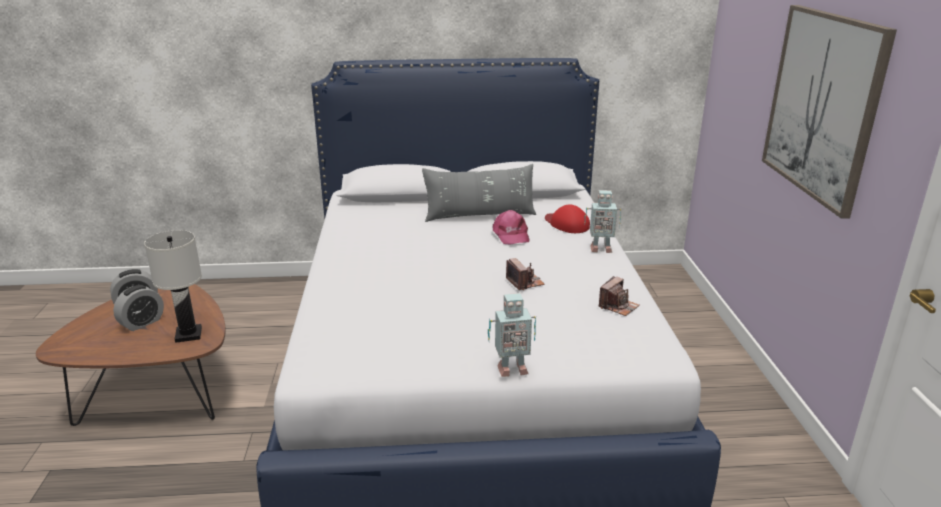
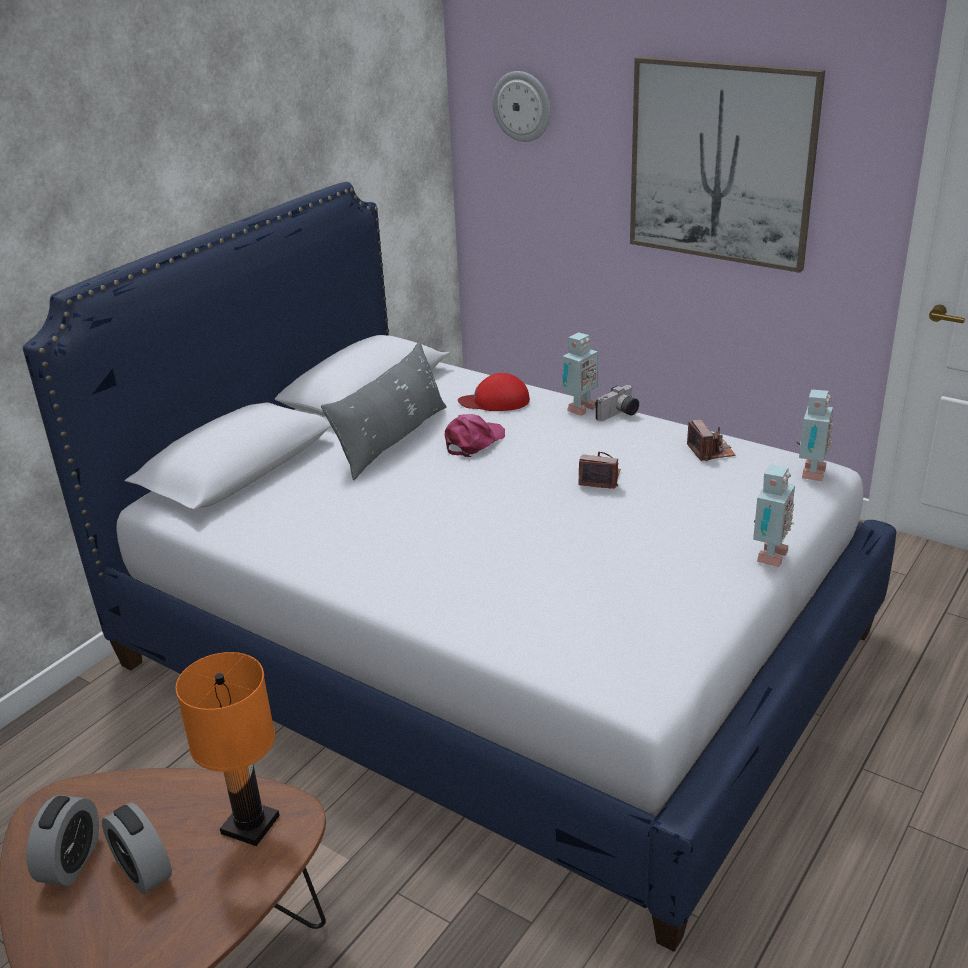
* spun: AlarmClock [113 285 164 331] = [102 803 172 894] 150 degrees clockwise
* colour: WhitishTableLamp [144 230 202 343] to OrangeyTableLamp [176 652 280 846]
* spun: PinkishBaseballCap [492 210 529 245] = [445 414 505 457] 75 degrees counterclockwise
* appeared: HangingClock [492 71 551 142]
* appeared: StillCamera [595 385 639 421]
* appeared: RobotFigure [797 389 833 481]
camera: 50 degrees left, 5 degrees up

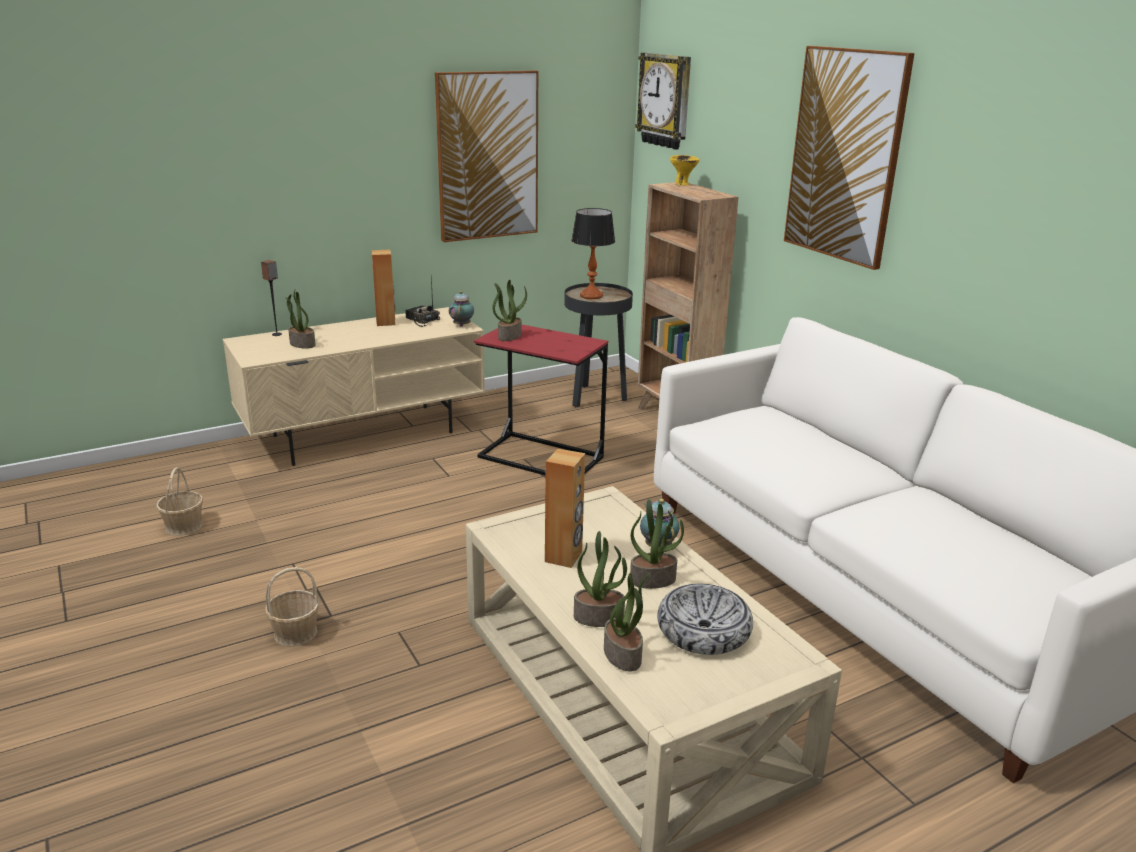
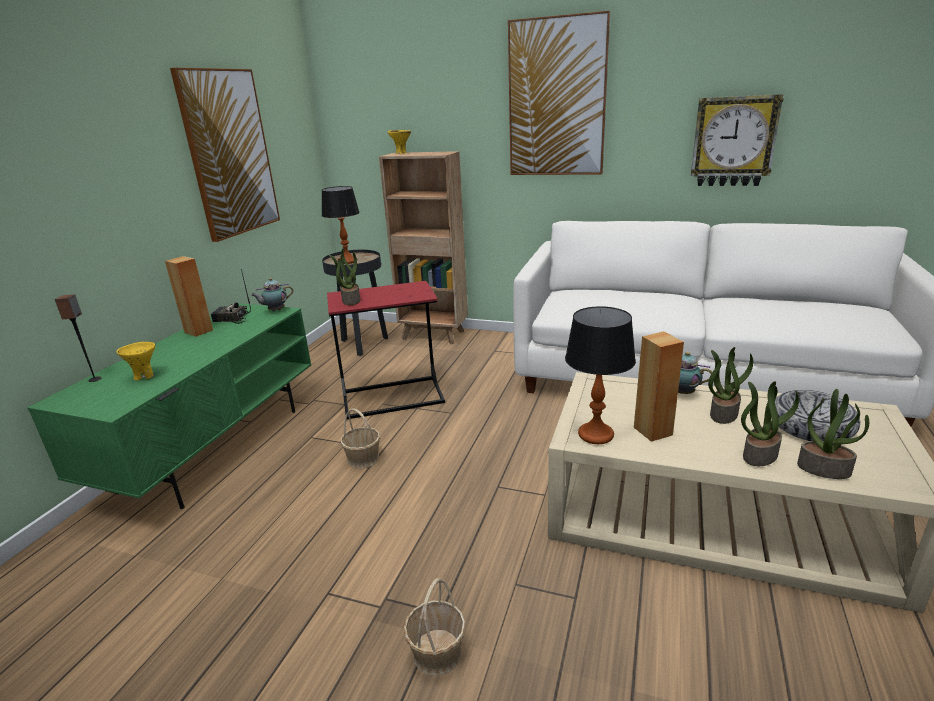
* colour: SandColouredTvUnit [223 307 485 466] to GreenColouredTvUnit [27 303 311 509]
* exchanged: PottedPlant [285 290 316 349] to YellowServingBowl [116 342 156 381]
* spun: PotForTea [449 291 474 327] = [251 278 293 311] 75 degrees counterclockwise
* relocated: HouseholdBasket [156 467 203 536] to [341 408 380 469]
* appeared: TableLamp [565 306 636 444]
* relocated: HangingClock [635 52 691 150] to [691 94 783 186]
camera: 40 degrees left, 0 degrees up

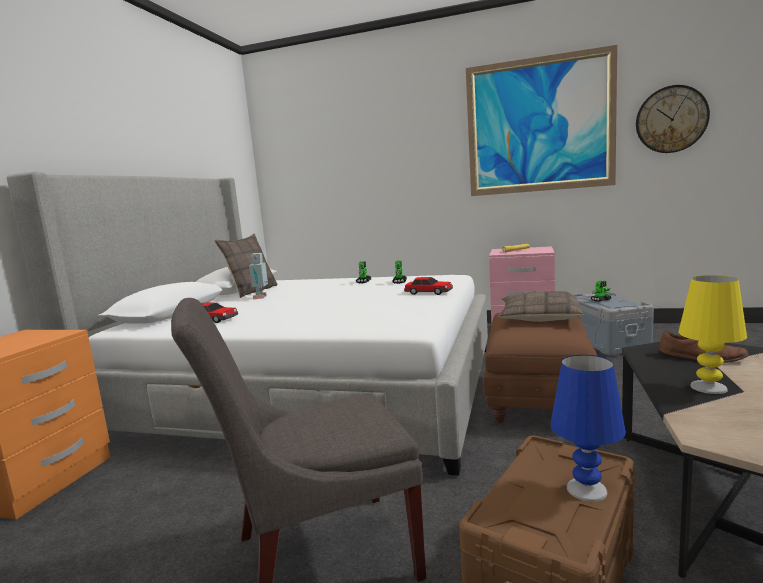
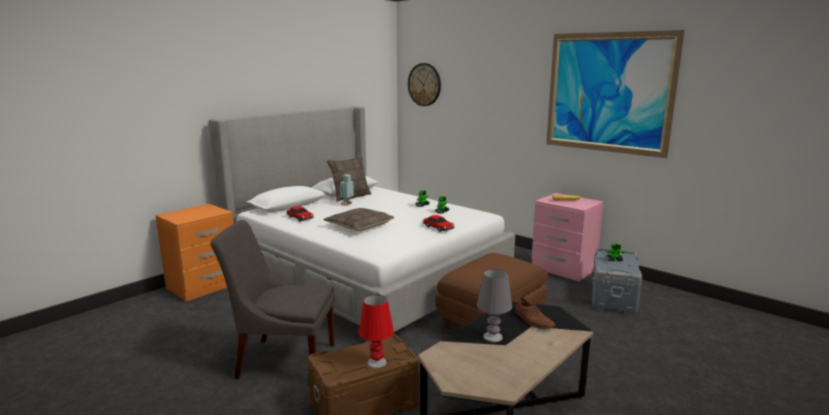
* relocated: ThrowPillow [498 291 584 322] to [323 208 394 231]
* colour: BlueTableLamp [551 355 626 502] to RedTableLamp [359 295 394 368]
* relocated: HangingClock [636 85 710 153] to [408 63 441 106]
* colour: YellowTableLamp [678 275 747 394] to GrayTableLamp [477 269 512 342]
camera: 25 degrees right, 5 degrees up

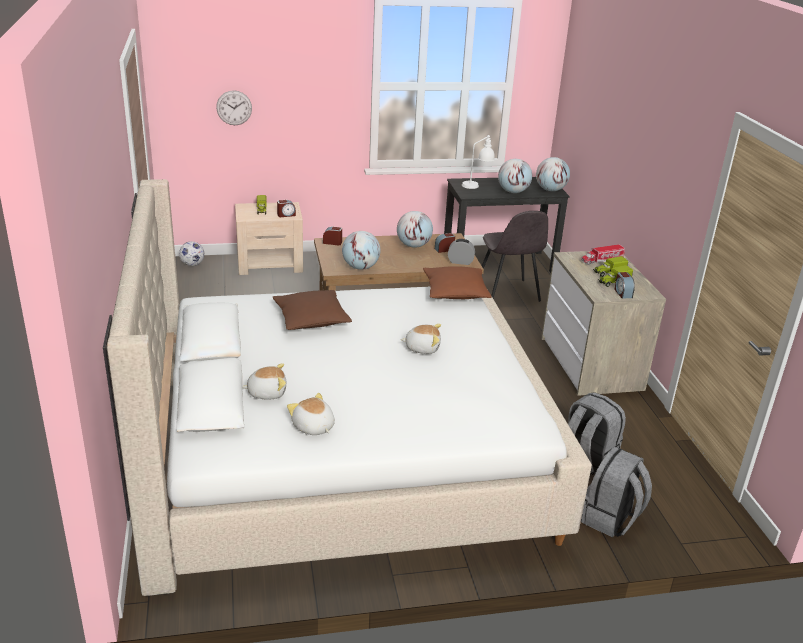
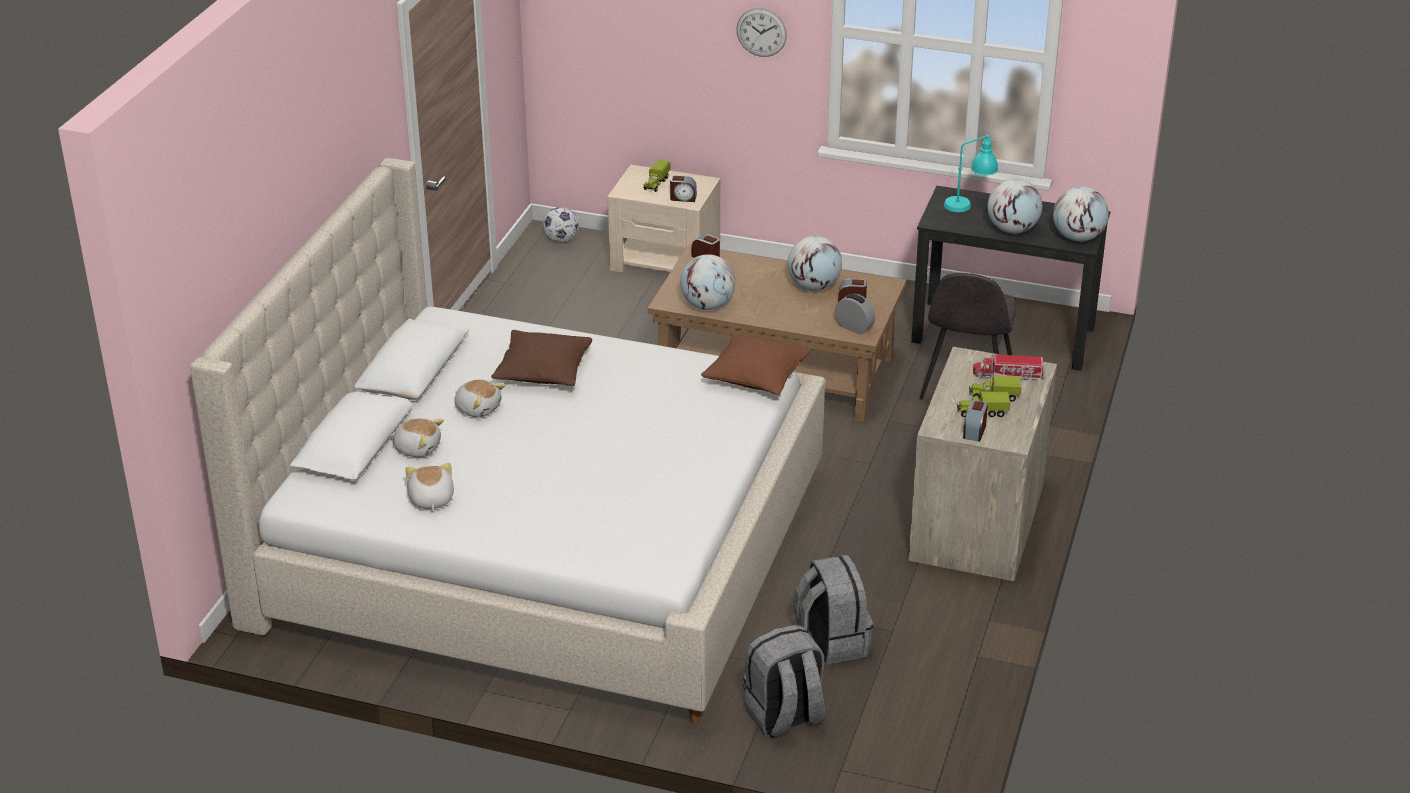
* relocated: CuddlyToy [400 324 441 354] to [454 380 506 418]
* relocated: HangingClock [216 90 252 125] to [736 8 787 57]
* colour: WhitishTableLamp [462 135 495 189] to TurquoiseColouredTableLamp [944 133 998 212]
camera: 30 degrees right, 5 degrees up

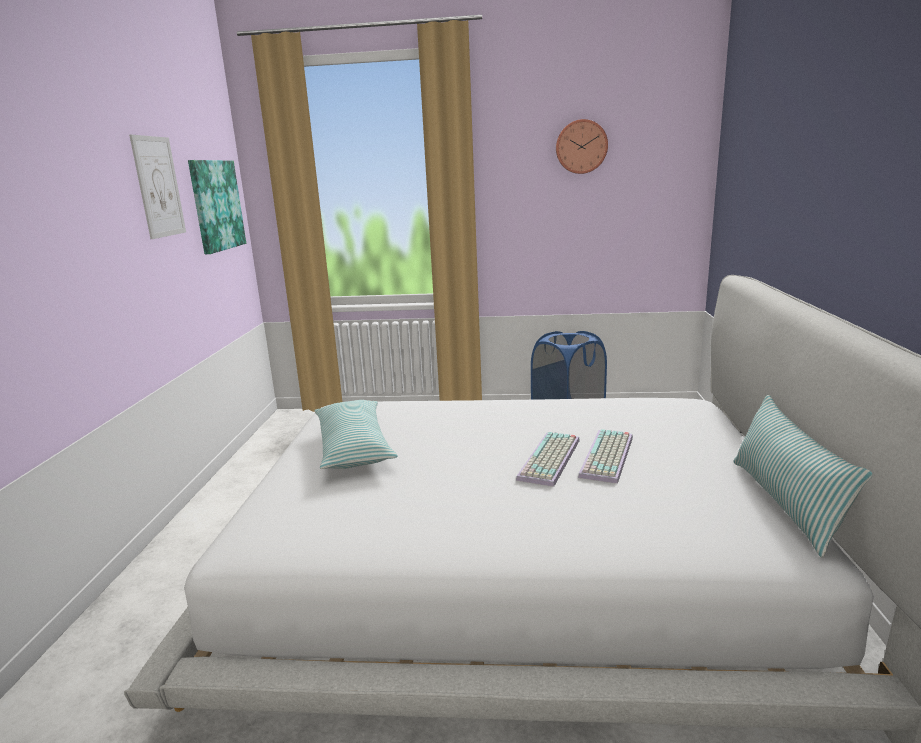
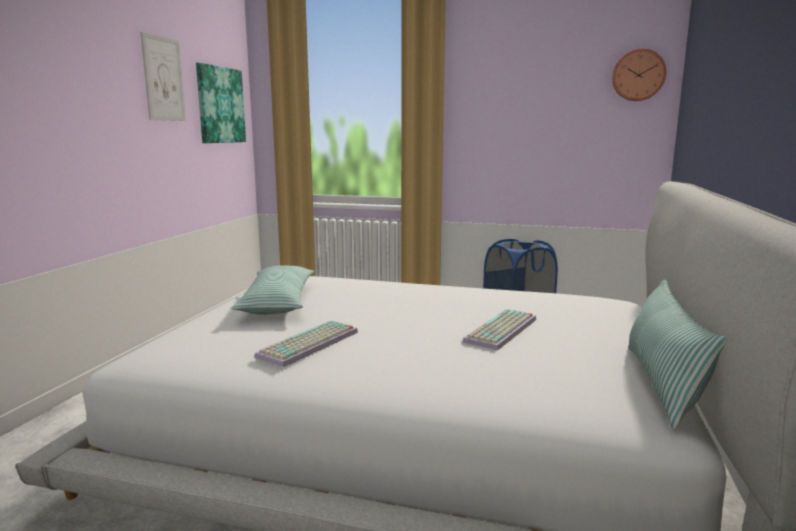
* relocated: ComputerKeyboard [516 432 580 487] to [254 321 358 367]
* relocated: HangingClock [556 119 608 174] to [612 49 666 101]
camera: 10 degrees right, 5 degrees down

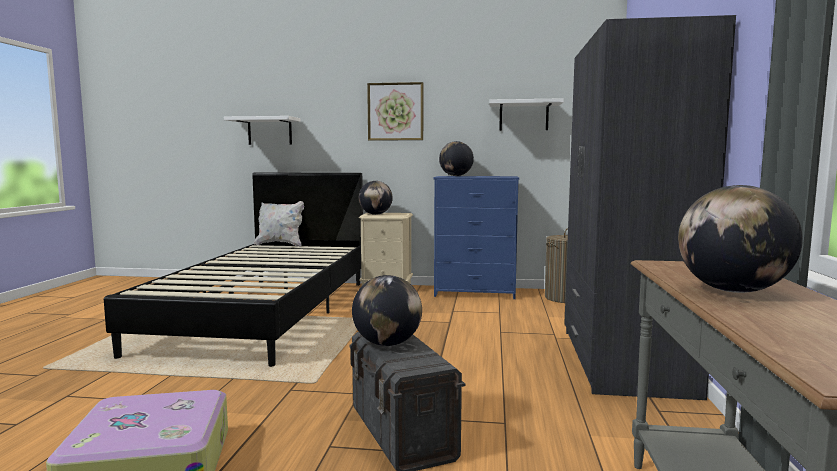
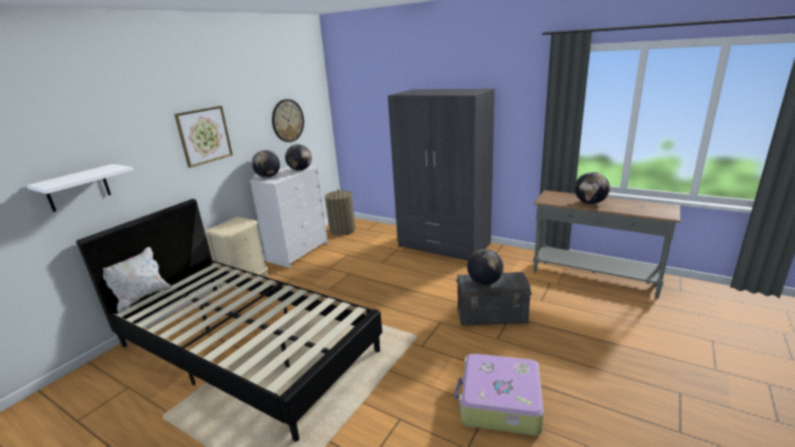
* colour: BlueDrawerChest [434 176 519 299] to WhitishDrawerChest [249 166 328 268]
* exchanged: WhitishShelf [489 98 564 131] to HangingClock [272 99 304 142]
* relocated: DeskGlobe [359 181 393 215] to [285 144 312 171]
camera: 65 degrees left, 15 degrees up

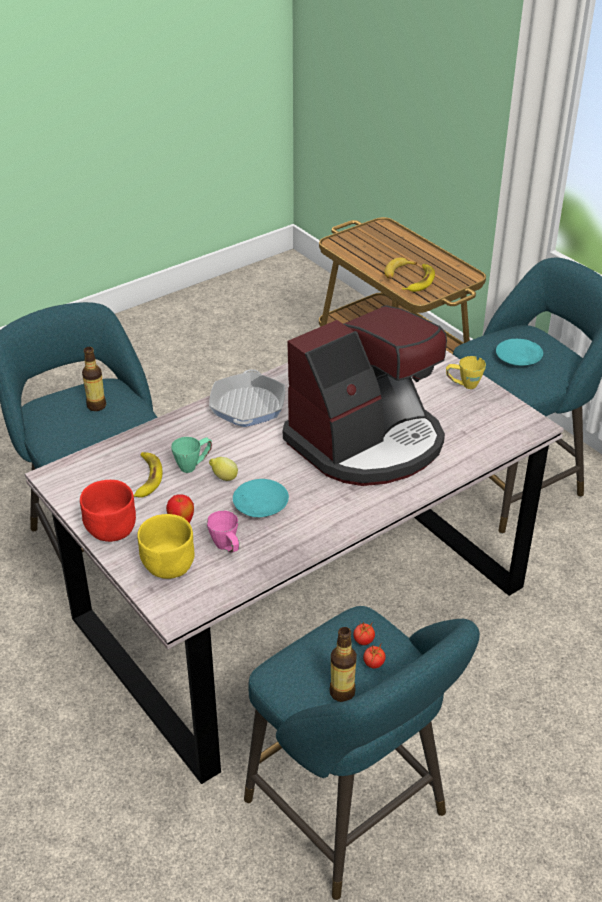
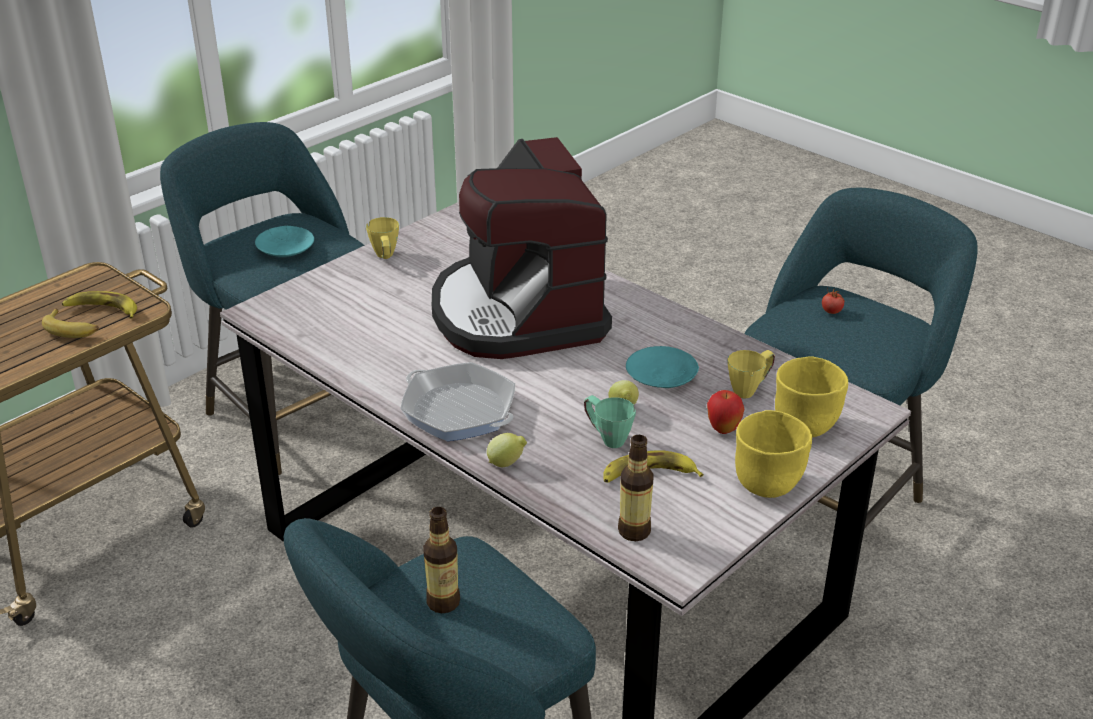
* spun: FryingPan [209 369 285 427] = [400 362 515 441] 135 degrees counterclockwise
* spun: CoffeeBrewer [283 305 447 486] = [432 137 612 359] 150 degrees counterclockwise
* appeared: Lemon [487 433 527 467]
* relocated: Bottle [330 627 357 702] to [618 435 653 541]
* colour: PinkishCoffeeMug [207 511 239 553] to YellowCoffeeMug [728 350 775 398]
* colour: RedServingBowl [80 480 136 542] to YellowServingBowl [735 410 812 498]
* missing: Tomato [353 622 375 645]
camera: 100 degrees left, 5 degrees down

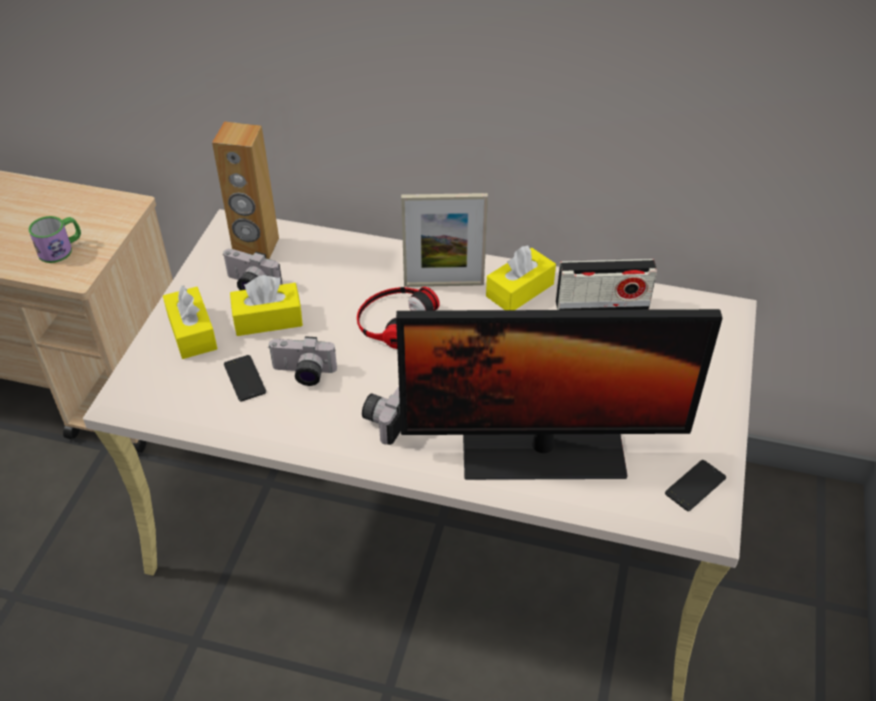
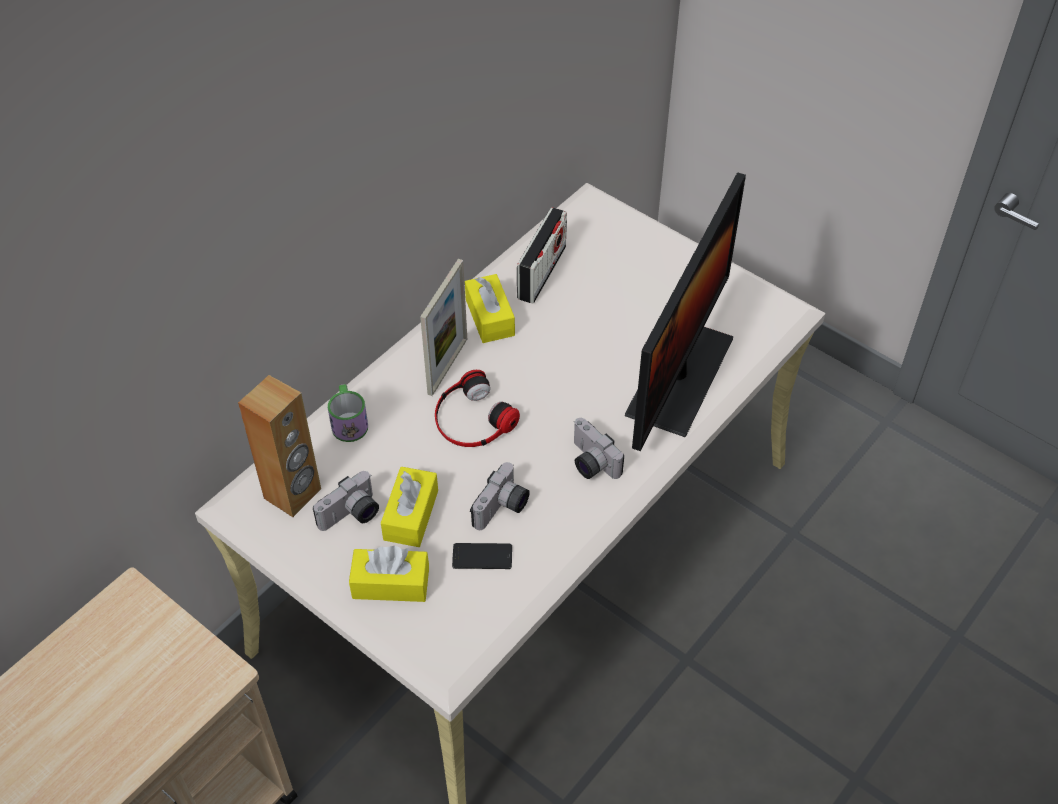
* relocated: CoffeeMug [29 216 81 263] to [328 384 368 442]
* missing: Phone [665 460 726 511]
camera: 65 degrees left, 5 degrees up

